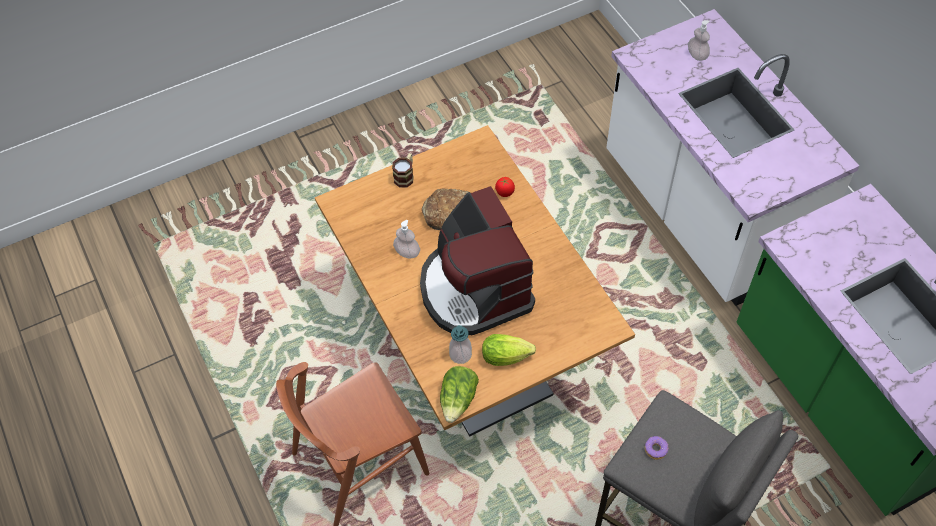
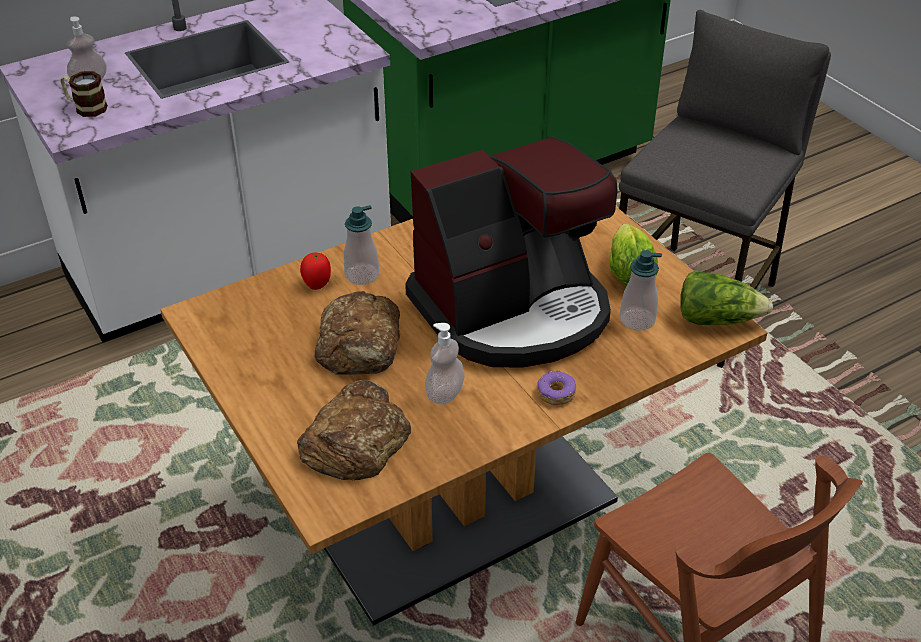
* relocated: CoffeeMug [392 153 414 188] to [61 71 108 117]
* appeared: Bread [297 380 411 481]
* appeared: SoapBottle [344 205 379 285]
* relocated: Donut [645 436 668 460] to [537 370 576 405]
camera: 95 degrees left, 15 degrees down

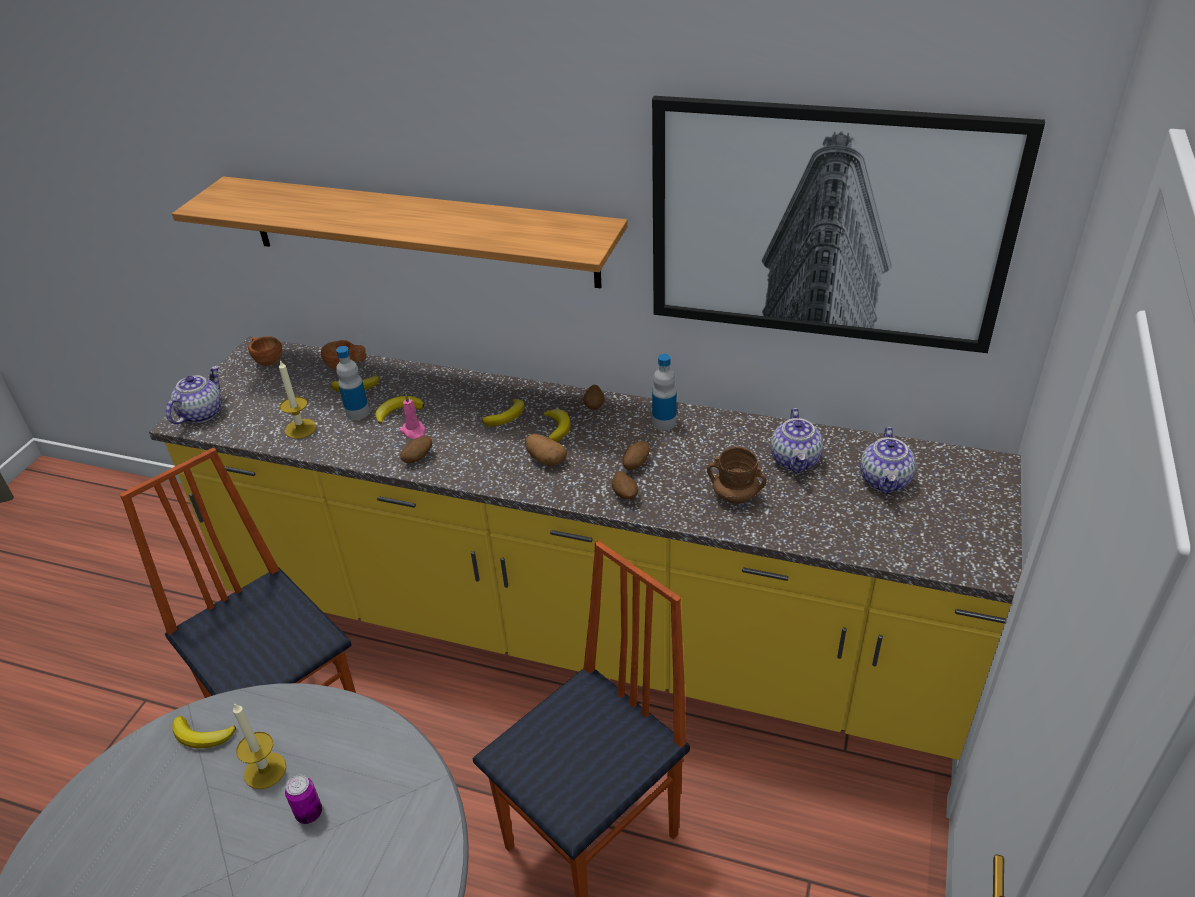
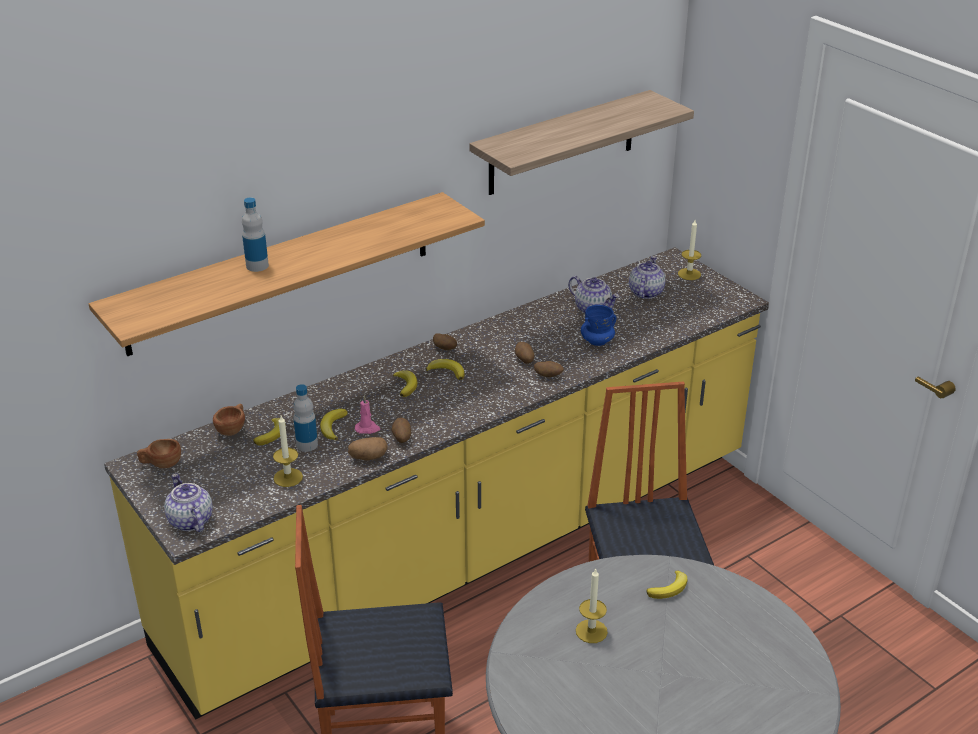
* relocated: Bottle [652 354 677 430] to [242 197 269 272]
* relocated: Spud [525 434 567 466] to [348 437 388 460]
* exchanged: WallPicture [652 96 1045 353] to Shelf [469 90 694 195]
* colour: BrownCoffeeMug [707 447 767 504] to BlueCoffeeMug [581 305 617 346]
* spun: PotForTea [860 427 916 494] = [629 256 665 299] 120 degrees counterclockwise
* relocated: WholeBanana [172 716 236 748] to [647 571 687 599]
* appeared: WaxCandle [678 220 701 280]
* missing: Can [285 775 322 824]
camera: 55 degrees left, 5 degrees down

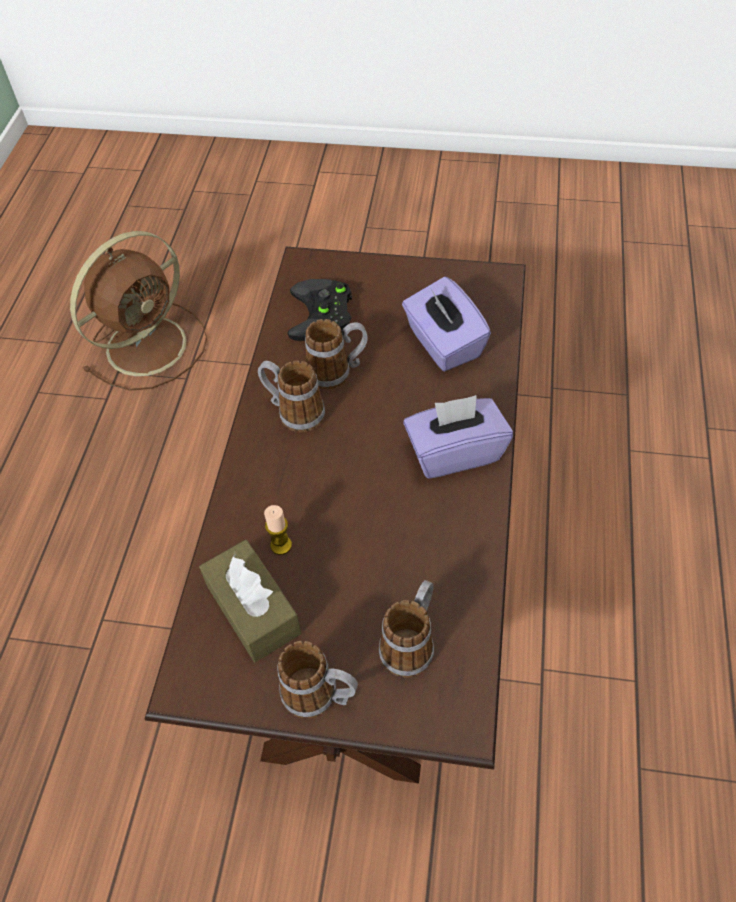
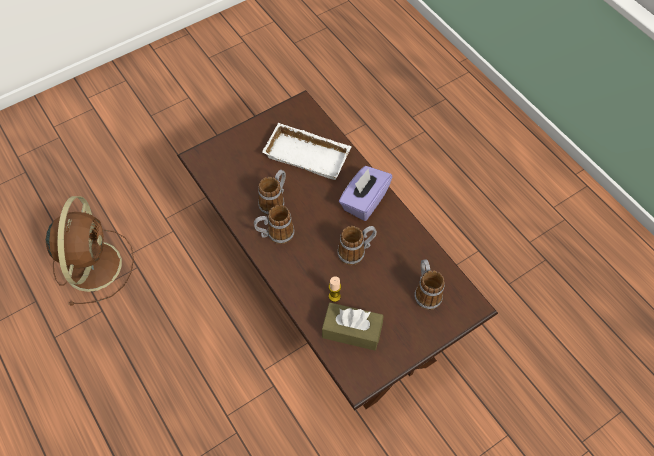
* exchanged: PurplishBoxOfTissues [402 276 491 371] to WhitishTray [262 123 351 180]
* relocated: CoffeeMug [278 641 358 718] to [337 226 377 265]
* missing: BlackishJoypad [288 279 352 341]
camera: 45 degrees left, 5 degrees up

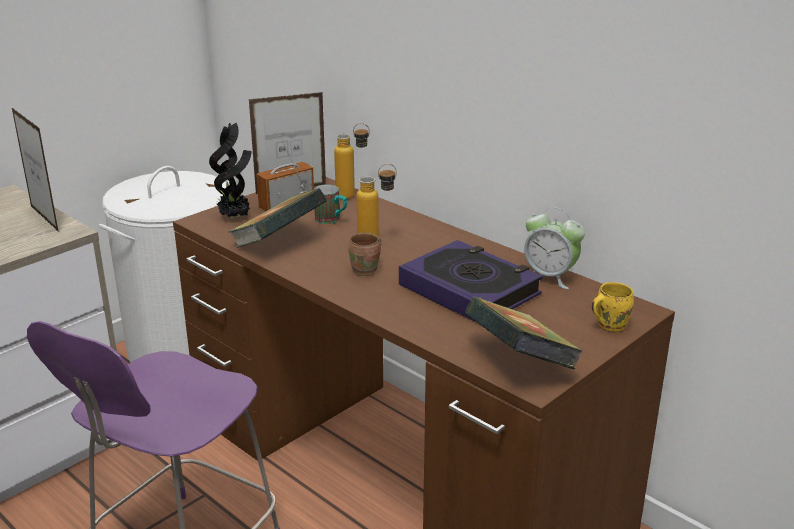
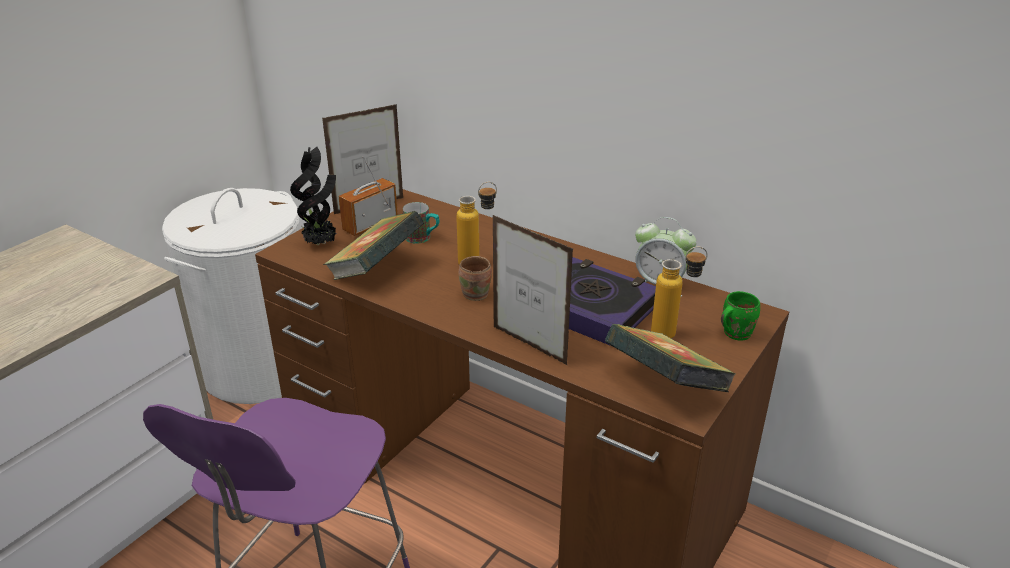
* relocated: PhotoFrame [12 108 59 232] to [493 215 573 366]
* relocated: Bottle [334 123 370 199] to [651 247 708 339]
* colour: YellowCoffeeMug [592 282 634 332] to GreenColouredCoffeeMug [721 291 760 341]
camera: 10 degrees left, 5 degrees up

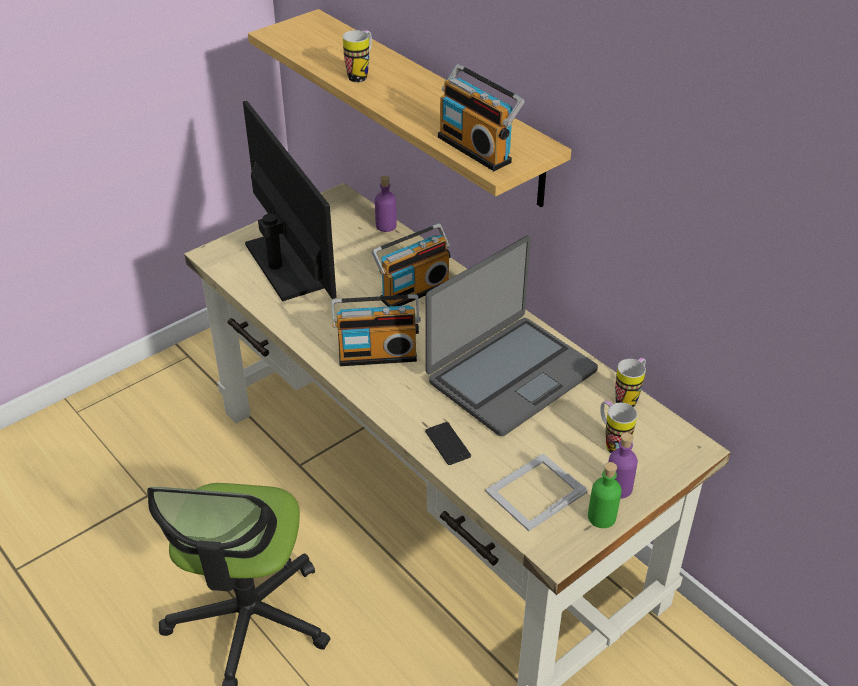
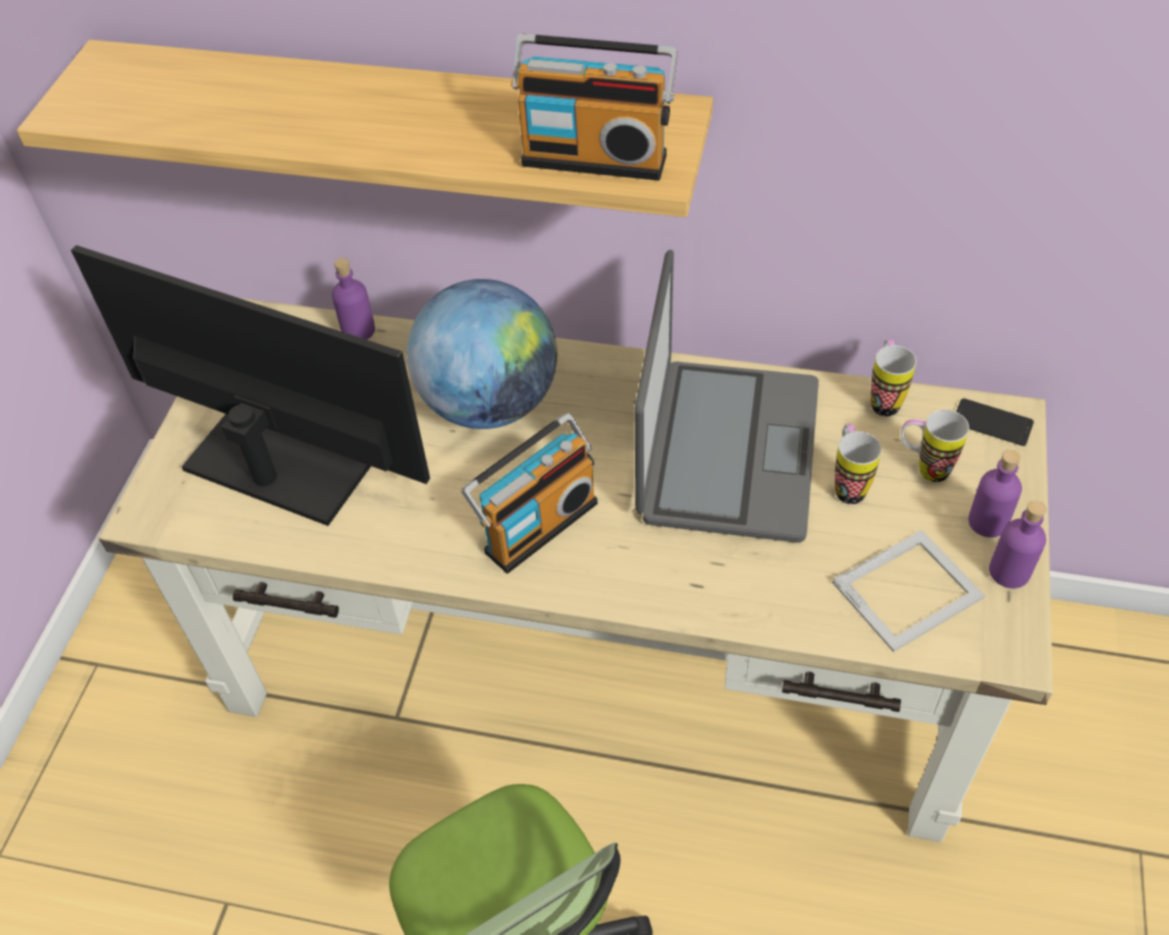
* exchanged: RadioReceiver [371 224 451 307] to DeskGlobe [407 279 557 429]
* spun: PhotoFrame [485 453 588 531] = [832 530 985 652] 135 degrees counterclockwise
* relocated: CoffeeMug [343 30 372 82] to [835 424 882 504]
* relocated: Phone [425 422 471 465] to [956 398 1034 446]
* colour: GreenColouredBottle [588 462 622 528] to PurplishBottle [989 500 1046 588]
camera: 35 degrees left, 10 degrees up

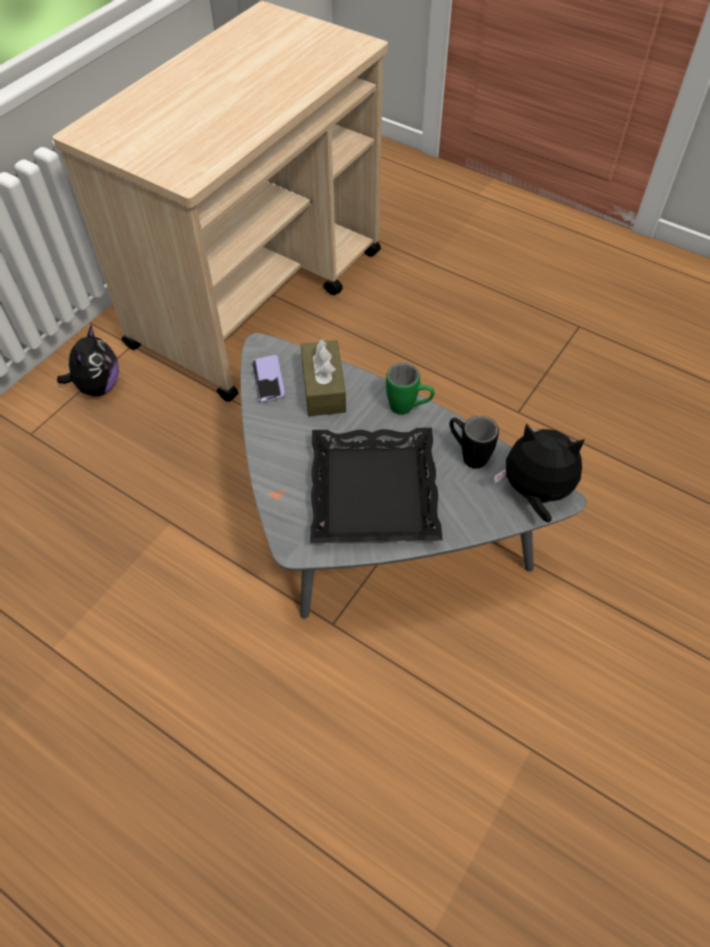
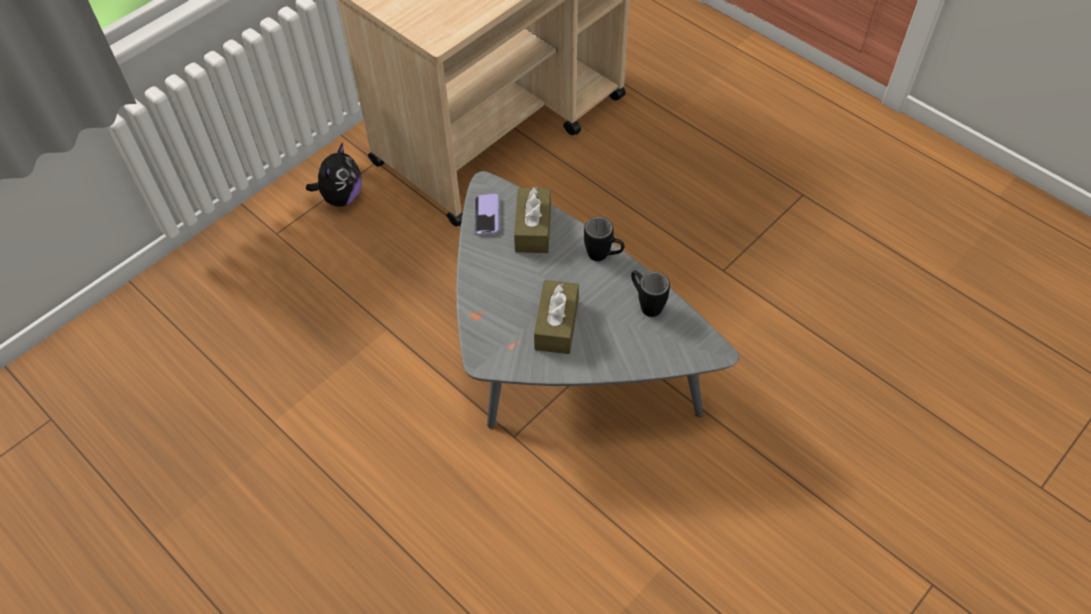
* exchanged: BlackishTray [310 428 443 543] to BrownBoxOfTissues [534 280 579 354]
* colour: GreenColouredCoffeeMug [386 363 435 415] to BlackishCoffeeMug [584 217 624 261]
* missing: CuddlyToy [494 423 585 523]
camera: 10 degrees right, 0 degrees up

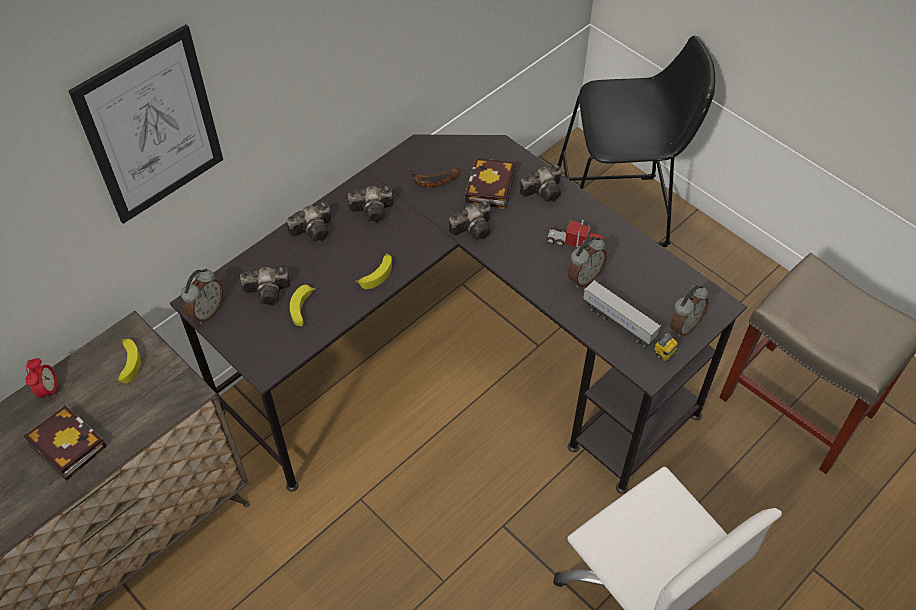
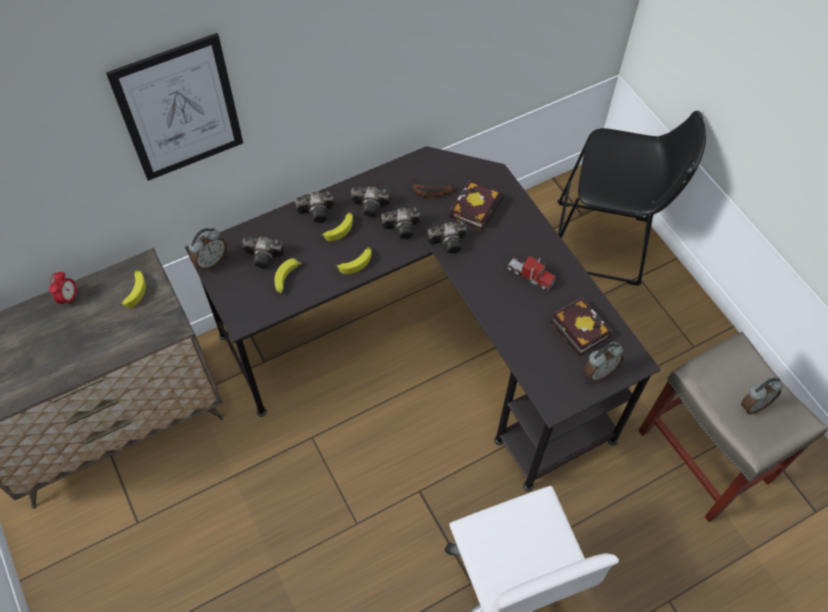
* appeared: WholeBanana [321 212 353 242]
* relocated: StillCamera [520 164 562 202] to [381 207 420 240]
* relocated: BoundBook [24 405 107 481] to [550 298 612 356]
* relocated: AlarmClock [568 237 607 288] to [741 376 783 414]
* missing: ToyTruck [583 280 678 362]
camera: 15 degrees right, 5 degrees up

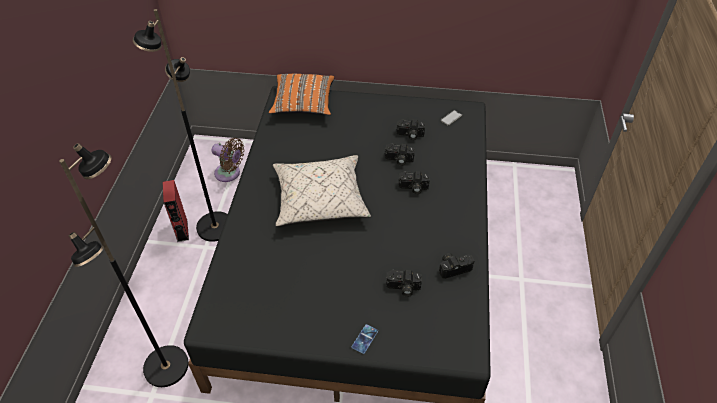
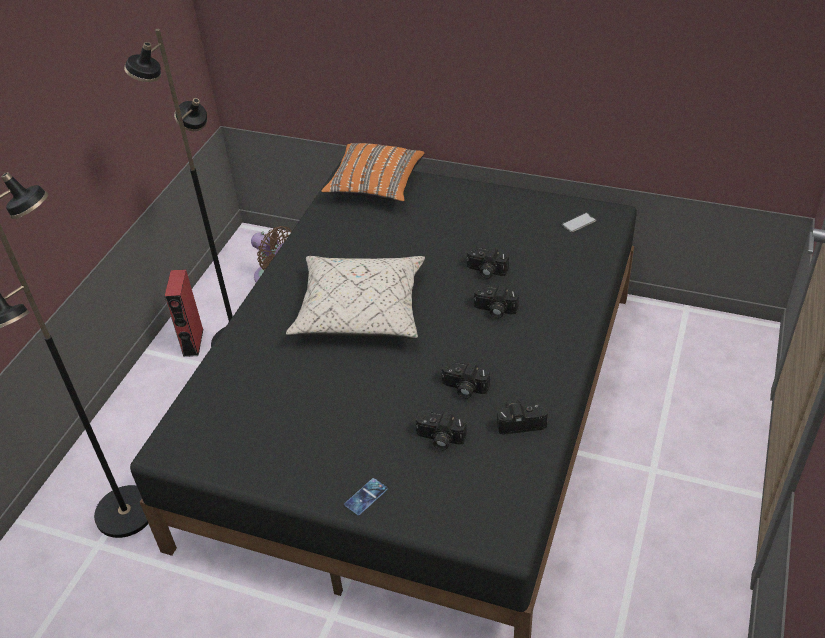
* relocated: StillCamera [397 119 425 140] to [441 360 490 399]
camera: 15 degrees right, 5 degrees down

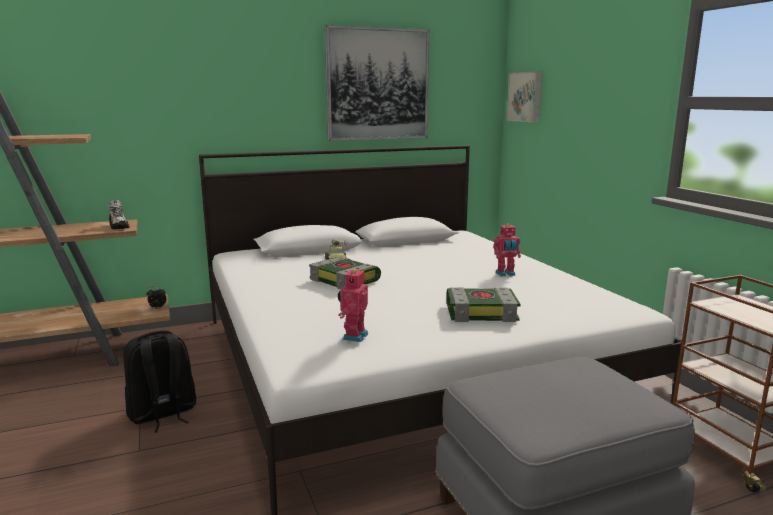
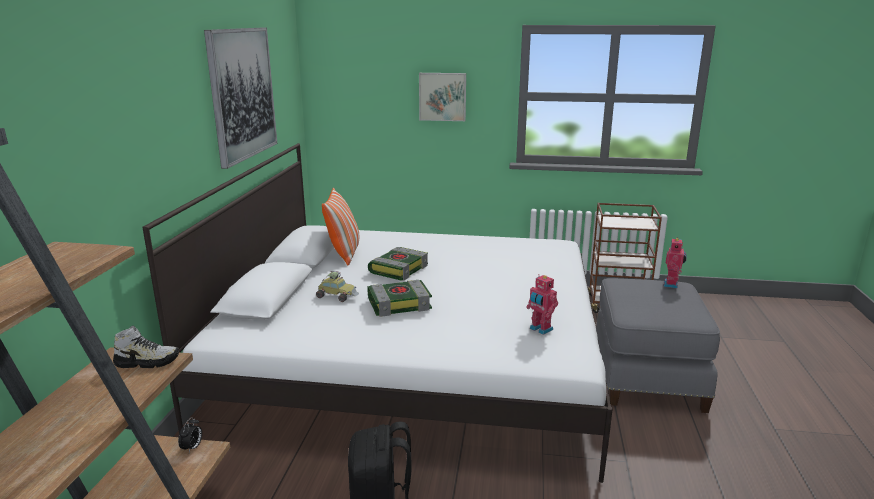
* appeared: ThrowPillow [322 188 359 266]
* relocated: BoundBook [447 288 521 322] to [368 247 428 281]
* relocated: WallPicture [507 71 542 123] to [419 73 466 121]
* relocated: RobotFigure [493 223 521 276] to [664 237 686 289]
camera: 60 degrees left, 5 degrees up

